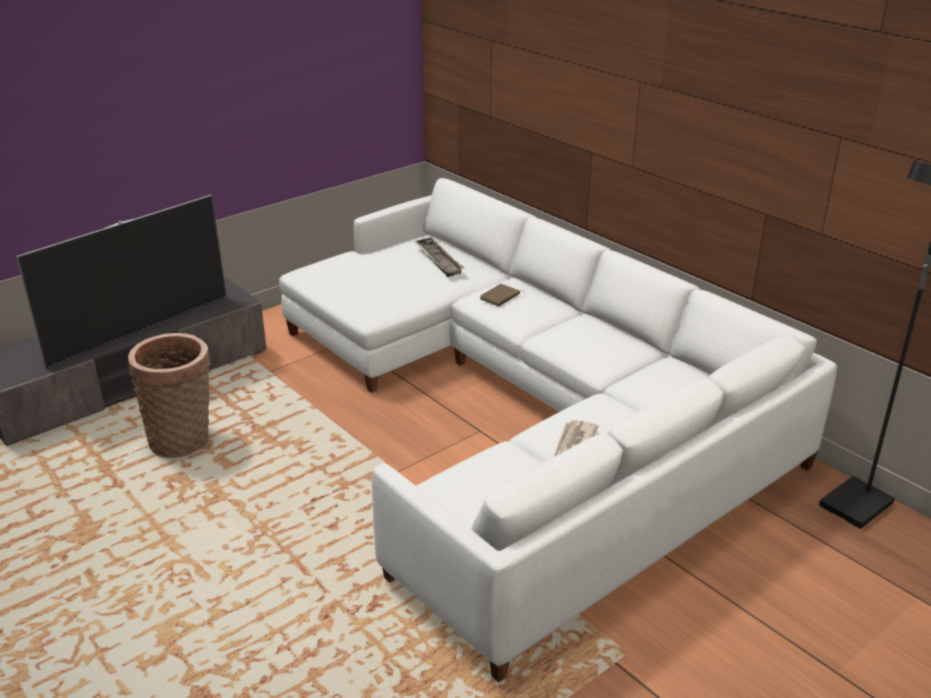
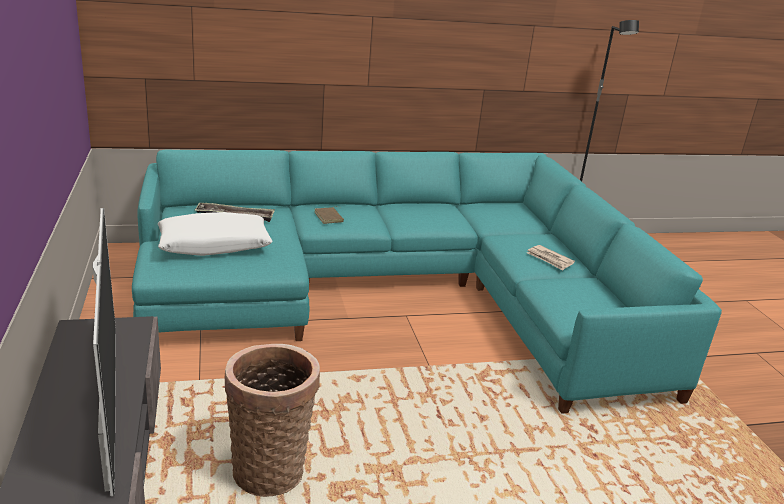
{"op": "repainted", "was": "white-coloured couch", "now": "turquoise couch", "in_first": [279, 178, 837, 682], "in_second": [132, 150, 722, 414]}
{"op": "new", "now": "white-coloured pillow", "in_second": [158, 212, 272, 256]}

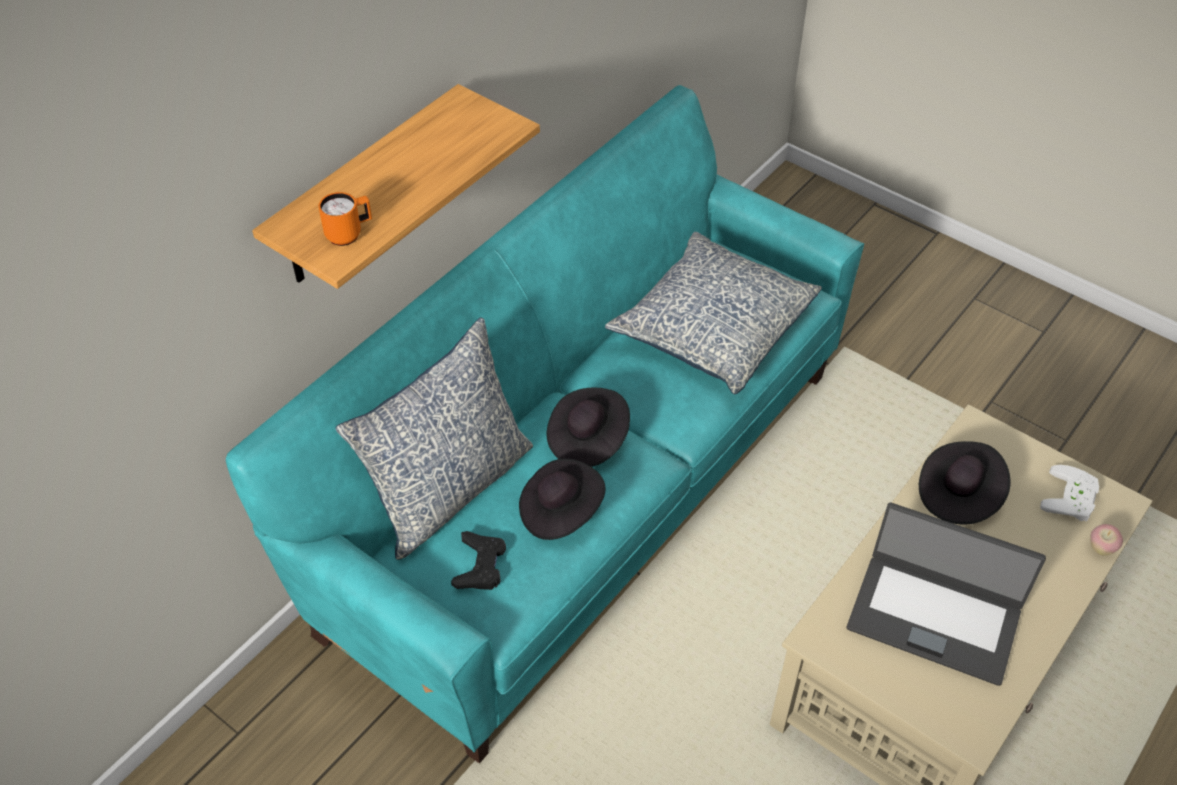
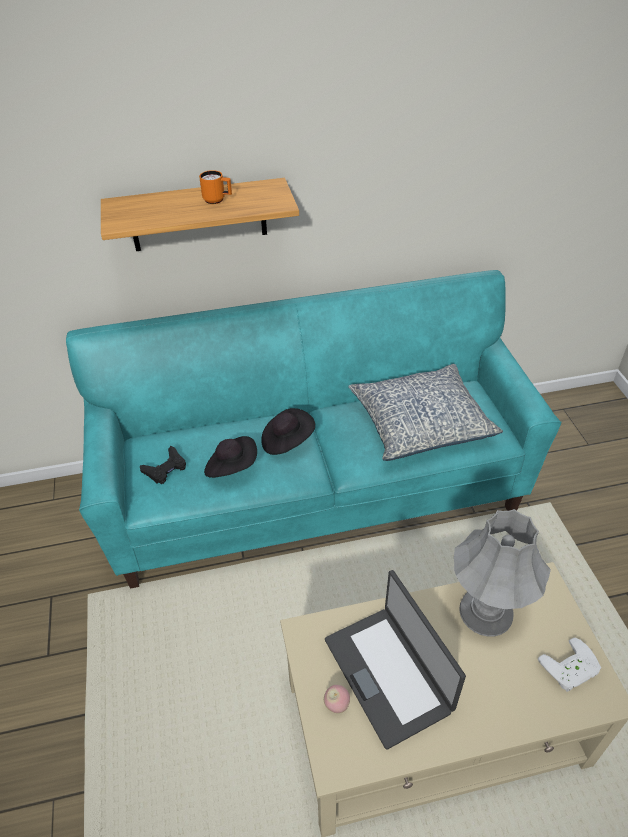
{"op": "shifted", "was": "orangey mug", "in_first": [318, 192, 372, 246], "in_second": [199, 170, 232, 204]}
{"op": "shifted", "was": "apple fruit", "in_first": [1090, 524, 1123, 556], "in_second": [324, 685, 350, 713]}
{"op": "swapped", "was": "black hat", "now": "greyish tabletop lamp", "in_first": [919, 441, 1010, 524], "in_second": [454, 509, 551, 637]}
{"op": "gone", "was": "pillow", "in_first": [335, 317, 533, 560]}

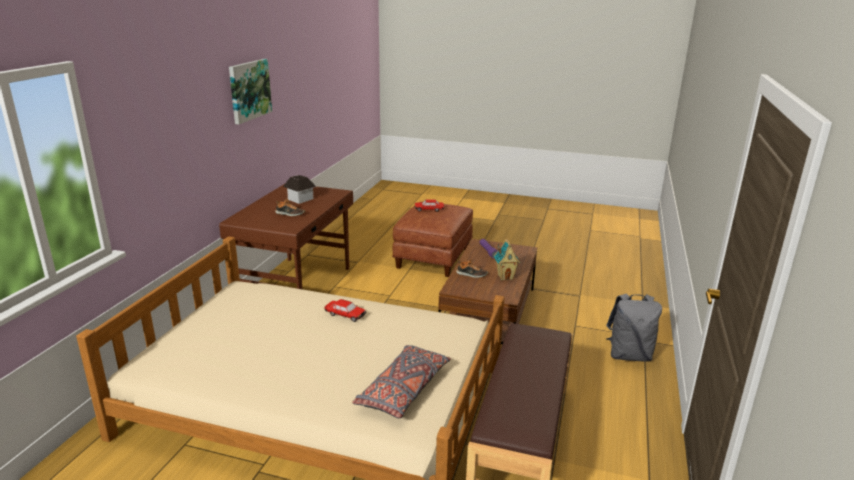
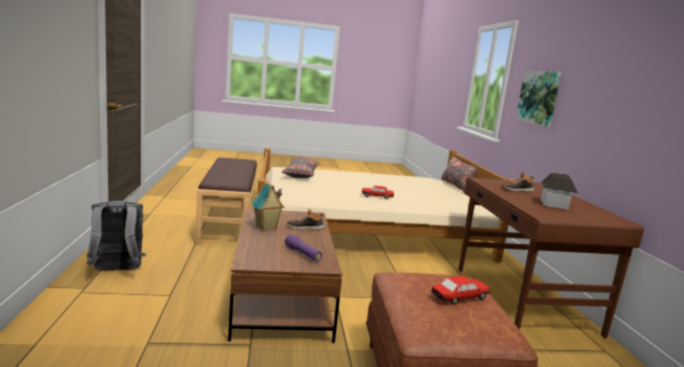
{"op": "new", "now": "greyish pillow", "in_second": [441, 156, 477, 192]}
{"op": "shifted", "was": "wall art", "in_first": [229, 59, 272, 124], "in_second": [515, 71, 561, 127]}

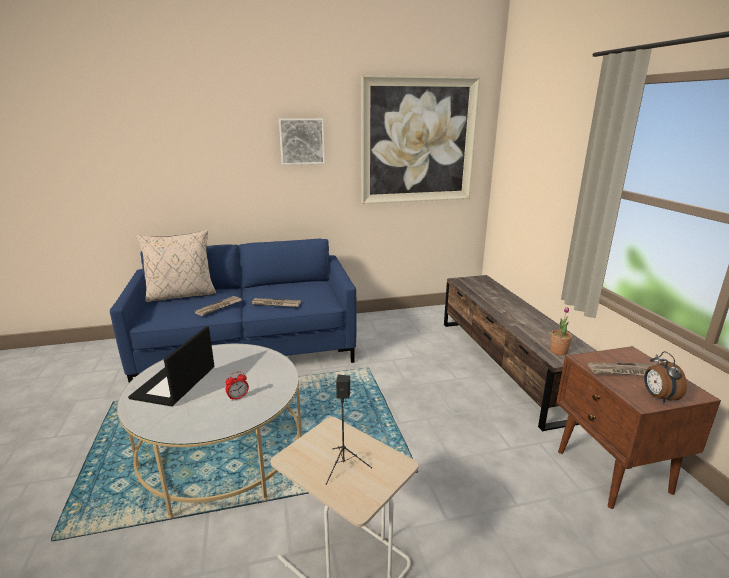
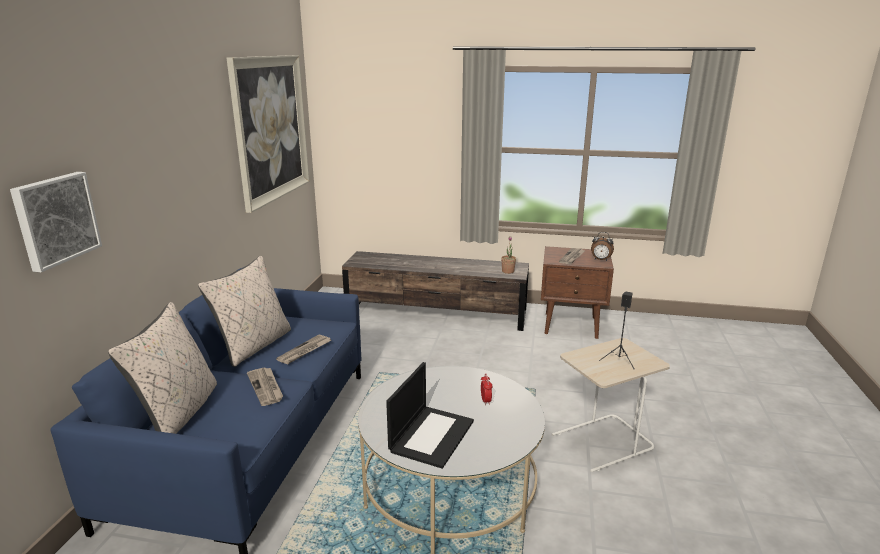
{"op": "shifted", "was": "wall art", "in_first": [279, 119, 325, 165], "in_second": [10, 172, 102, 272]}
{"op": "new", "now": "sand-coloured pillow", "in_second": [198, 256, 291, 367]}
{"op": "rotated", "was": "notebook computer", "in_first": [128, 326, 214, 406], "in_second": [386, 362, 474, 469], "clockwise": -105}

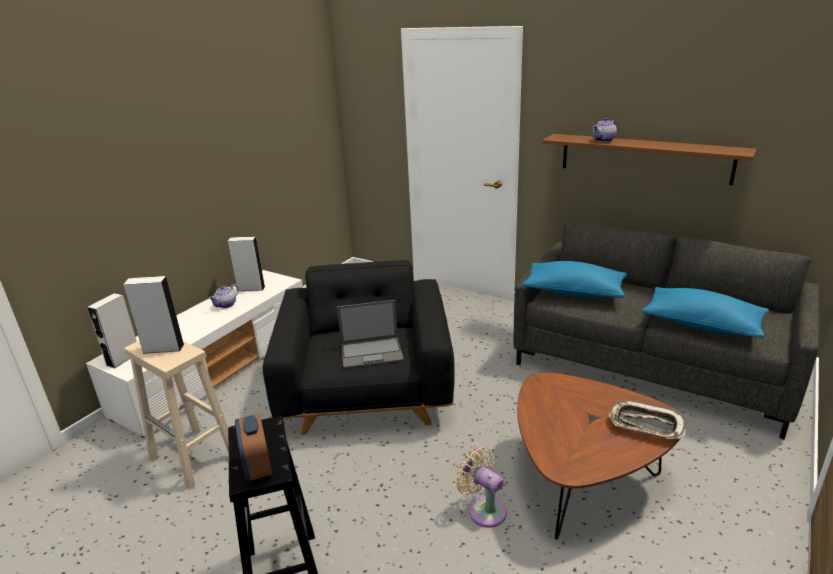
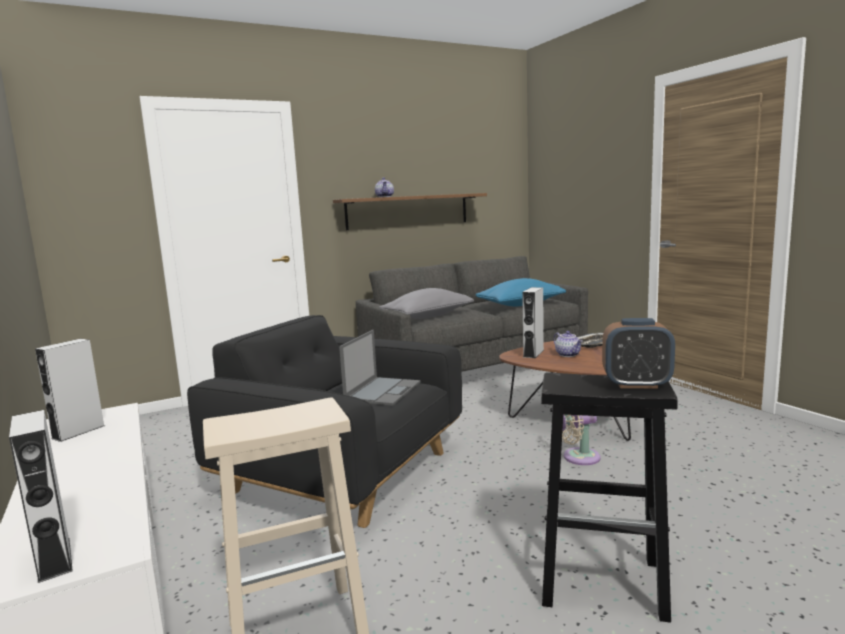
{"op": "repainted", "was": "blue pillow", "now": "greyish pillow", "in_first": [522, 261, 627, 298], "in_second": [379, 288, 474, 319]}
{"op": "shifted", "was": "greyish loudspeaker", "in_first": [123, 276, 184, 354], "in_second": [522, 287, 544, 358]}
{"op": "shifted", "was": "tea pot", "in_first": [209, 284, 239, 308], "in_second": [554, 331, 583, 357]}

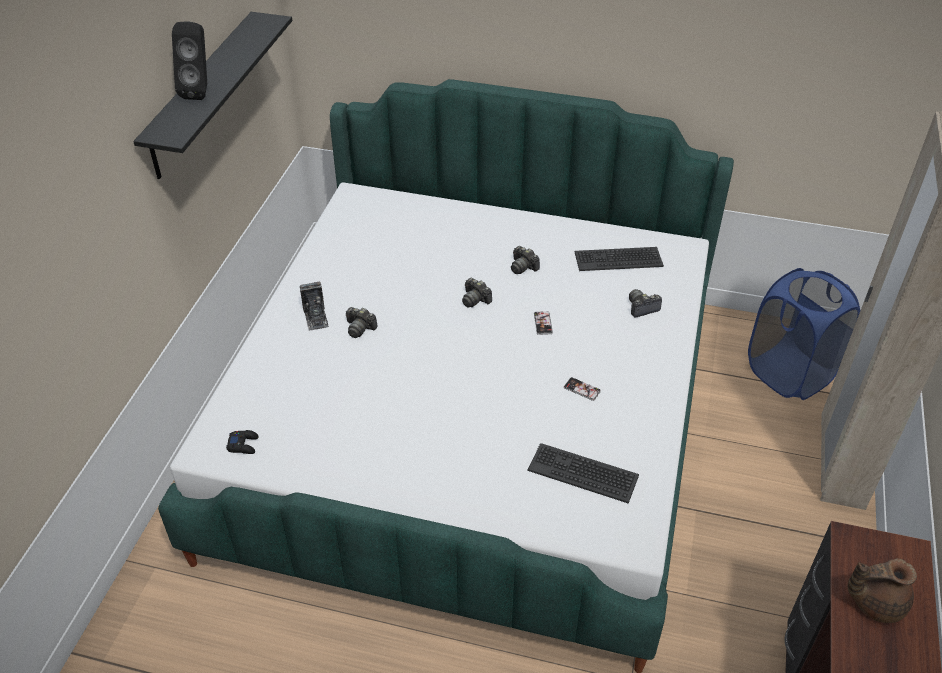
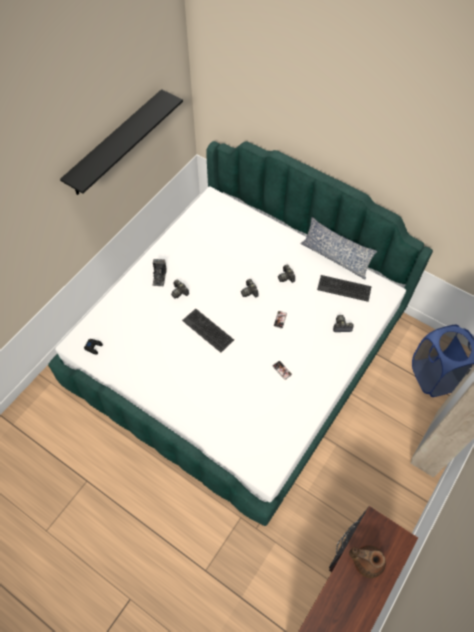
{"op": "shifted", "was": "computer keyboard", "in_first": [527, 443, 639, 503], "in_second": [182, 309, 234, 353]}
{"op": "new", "now": "pillow", "in_second": [301, 217, 377, 280]}
{"op": "gone", "was": "black loudspeaker", "in_first": [172, 21, 207, 100]}

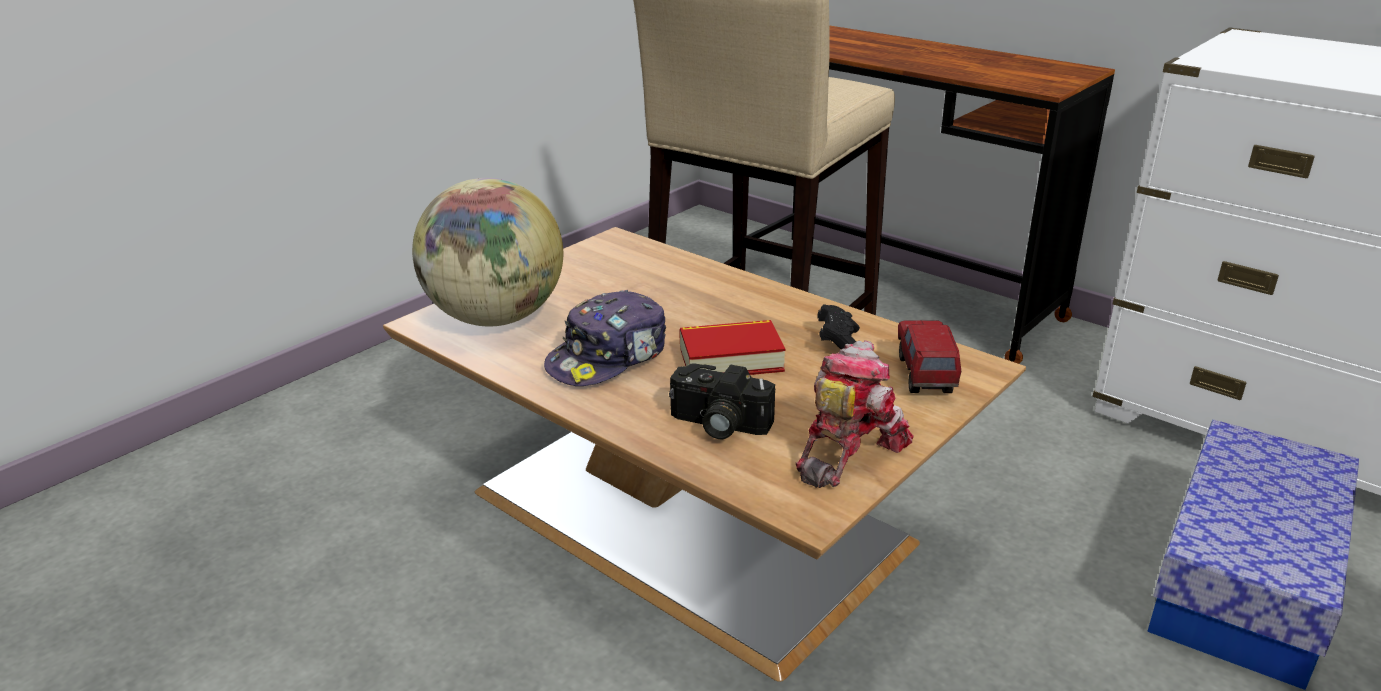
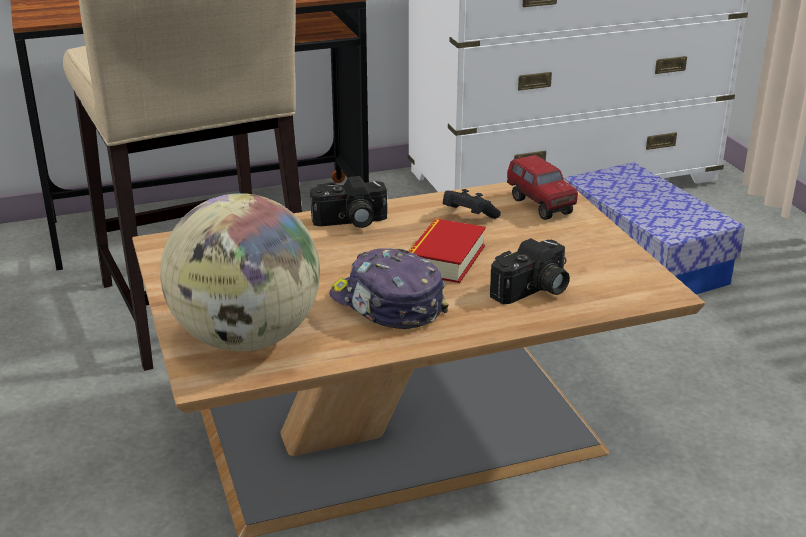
{"op": "new", "now": "photo camera", "in_second": [310, 176, 387, 228]}
{"op": "rotated", "was": "cap", "in_first": [544, 290, 666, 386], "in_second": [330, 248, 448, 329], "clockwise": 150}
{"op": "rotated", "was": "toy lorry", "in_first": [898, 320, 961, 393], "in_second": [507, 155, 578, 220], "clockwise": -150}
{"op": "gone", "was": "robot figure", "in_first": [796, 340, 914, 488]}

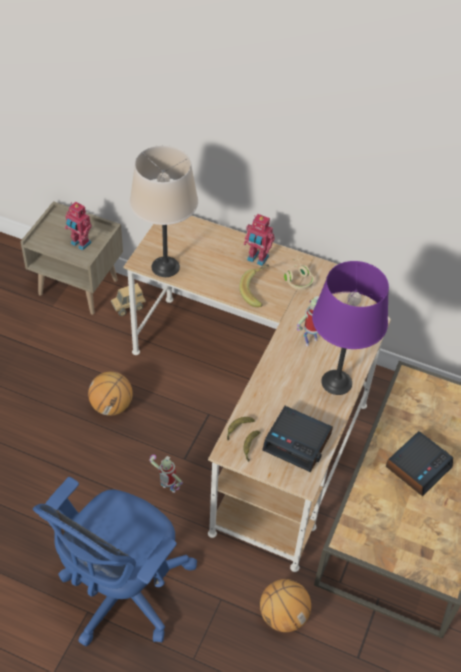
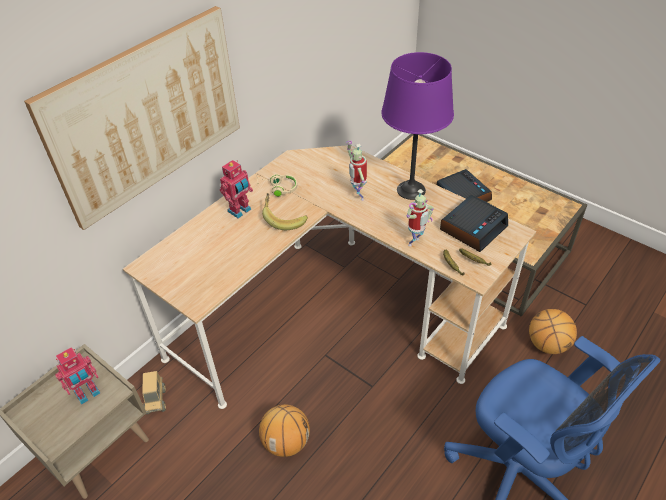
{"op": "new", "now": "wall art", "in_second": [24, 6, 240, 230]}
{"op": "shifted", "was": "robot figure", "in_first": [149, 455, 183, 493], "in_second": [406, 189, 434, 247]}
{"op": "gone", "was": "sand-coloured tabletop lamp", "in_first": [130, 145, 198, 277]}

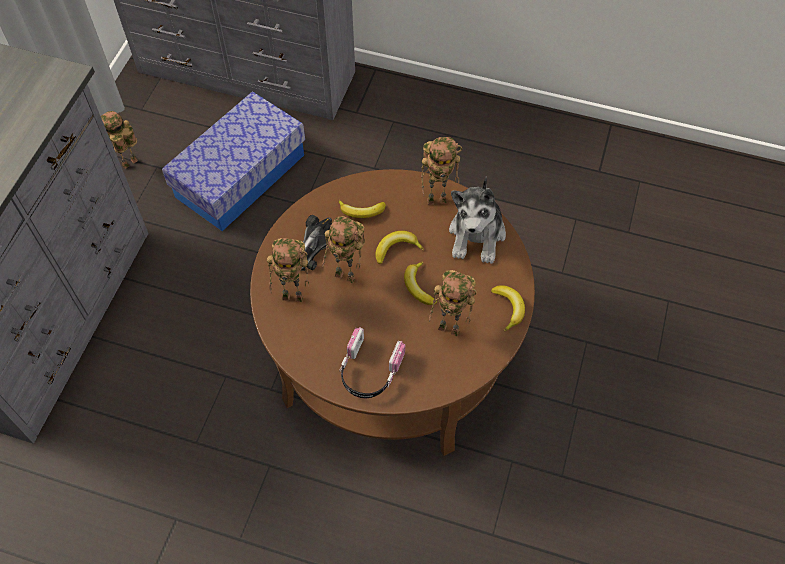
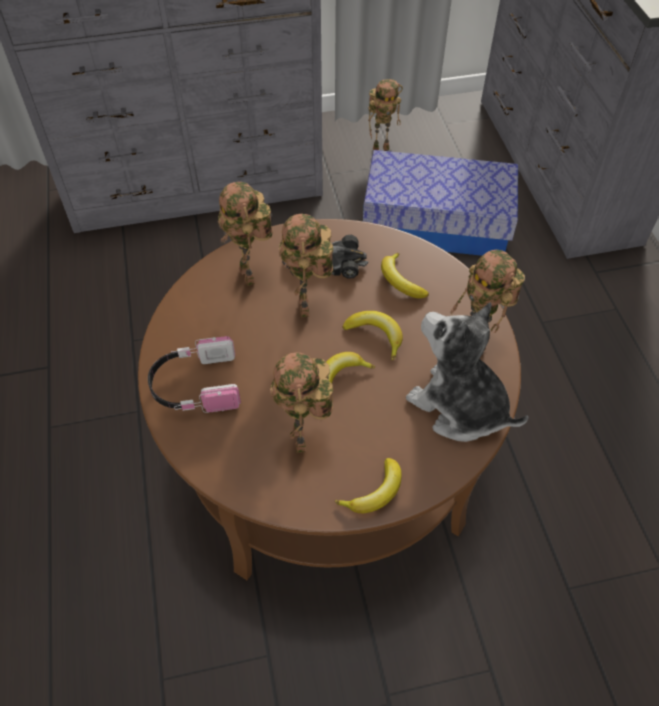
{"op": "rotated", "was": "robot figure", "in_first": [101, 111, 138, 169], "in_second": [368, 79, 403, 151], "clockwise": 150}
{"op": "rotated", "was": "soft toy", "in_first": [449, 177, 506, 264], "in_second": [406, 302, 529, 442], "clockwise": 60}

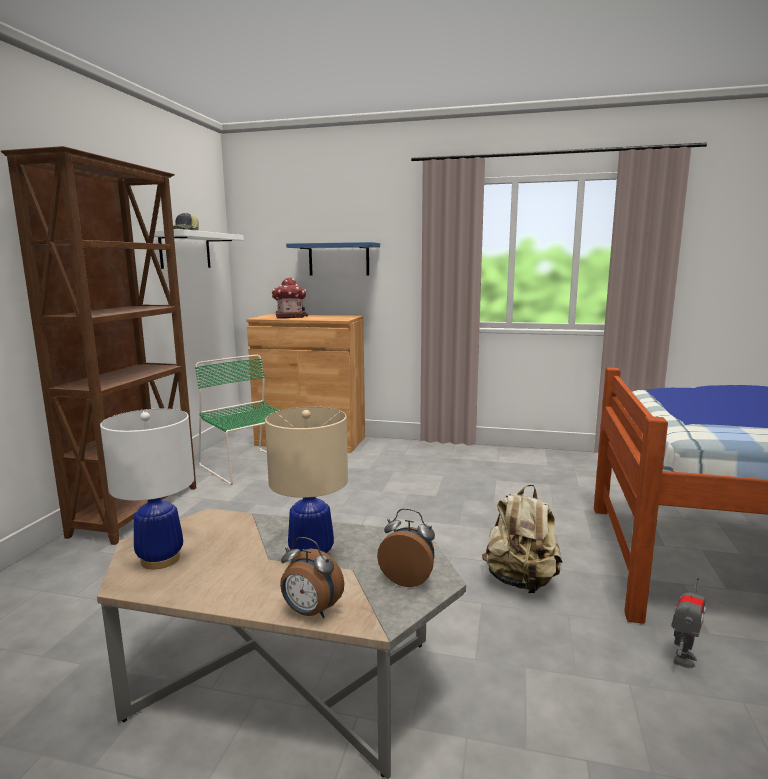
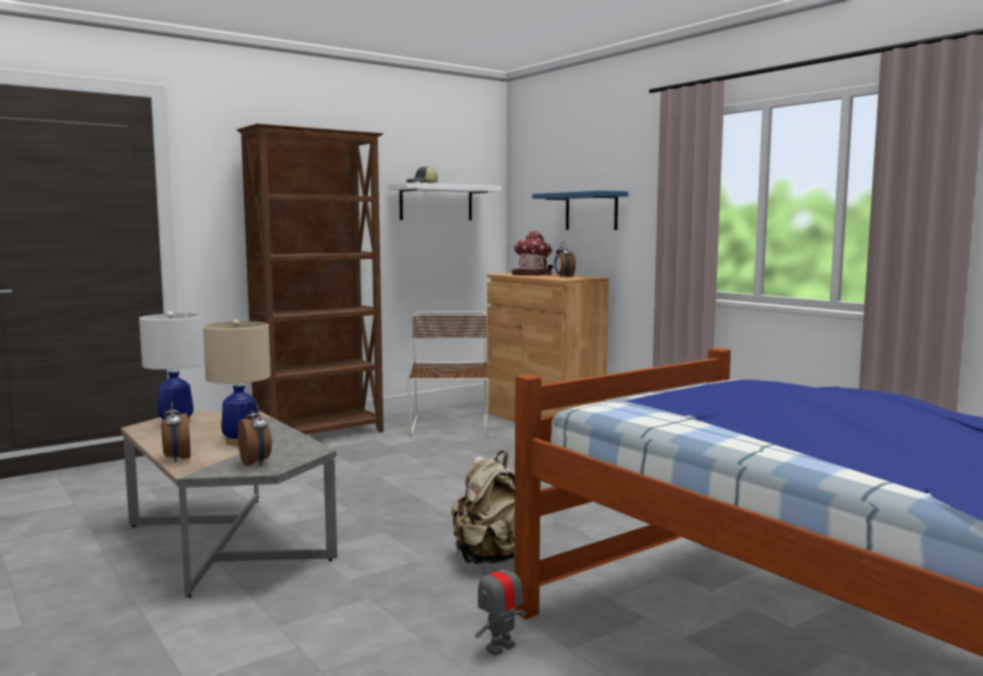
{"op": "repainted", "was": "greenish upright chair", "now": "brown-coloured upright chair", "in_first": [195, 355, 279, 485], "in_second": [407, 311, 489, 436]}
{"op": "rotated", "was": "robot figure", "in_first": [671, 578, 706, 668], "in_second": [475, 552, 527, 656], "clockwise": 150}
{"op": "new", "now": "table clock", "in_second": [554, 242, 576, 277]}

